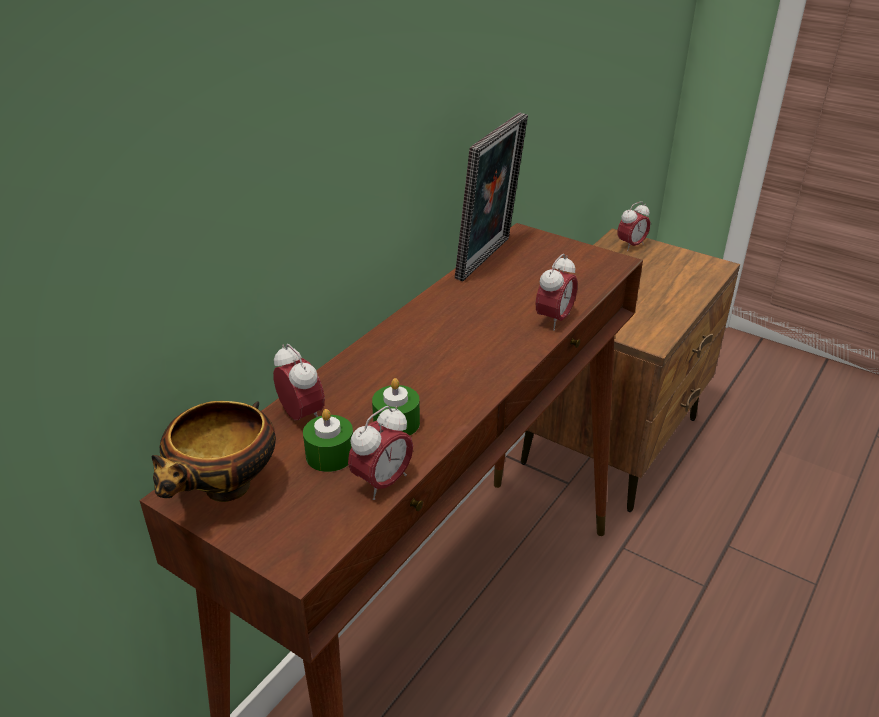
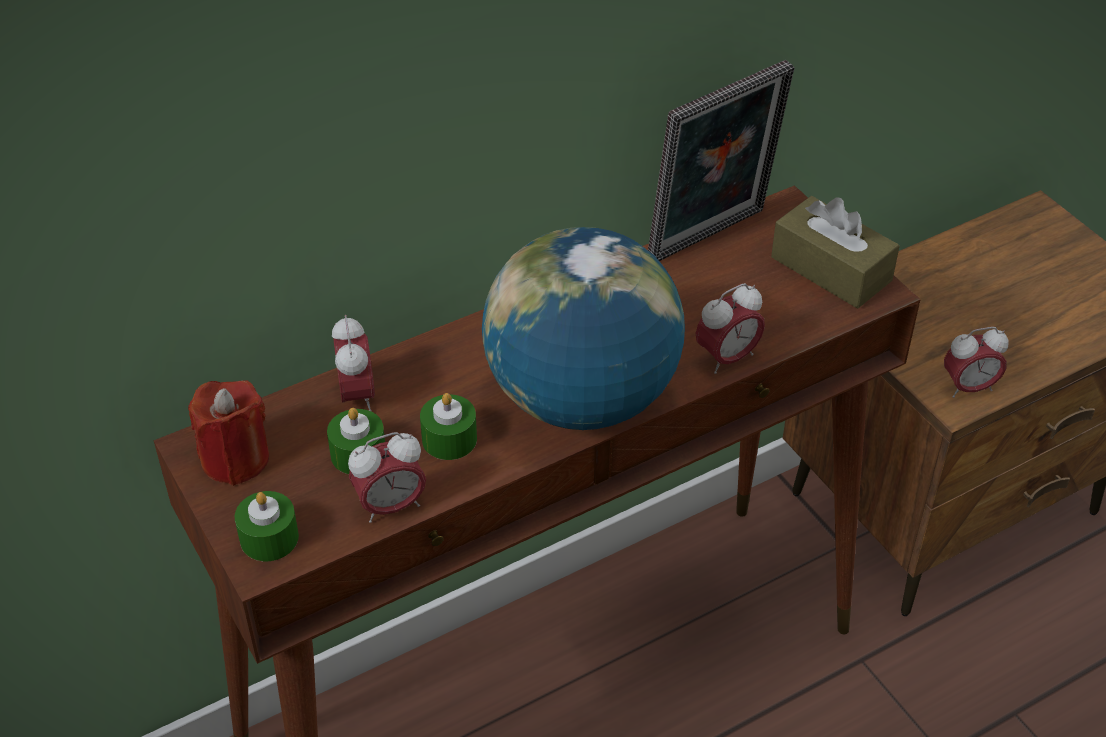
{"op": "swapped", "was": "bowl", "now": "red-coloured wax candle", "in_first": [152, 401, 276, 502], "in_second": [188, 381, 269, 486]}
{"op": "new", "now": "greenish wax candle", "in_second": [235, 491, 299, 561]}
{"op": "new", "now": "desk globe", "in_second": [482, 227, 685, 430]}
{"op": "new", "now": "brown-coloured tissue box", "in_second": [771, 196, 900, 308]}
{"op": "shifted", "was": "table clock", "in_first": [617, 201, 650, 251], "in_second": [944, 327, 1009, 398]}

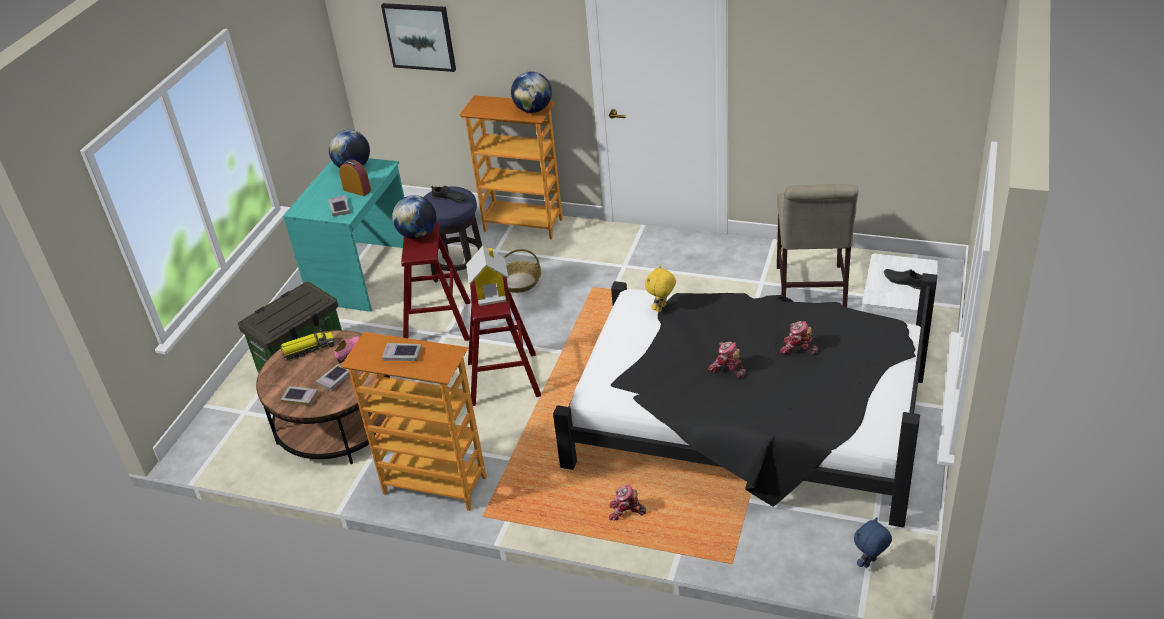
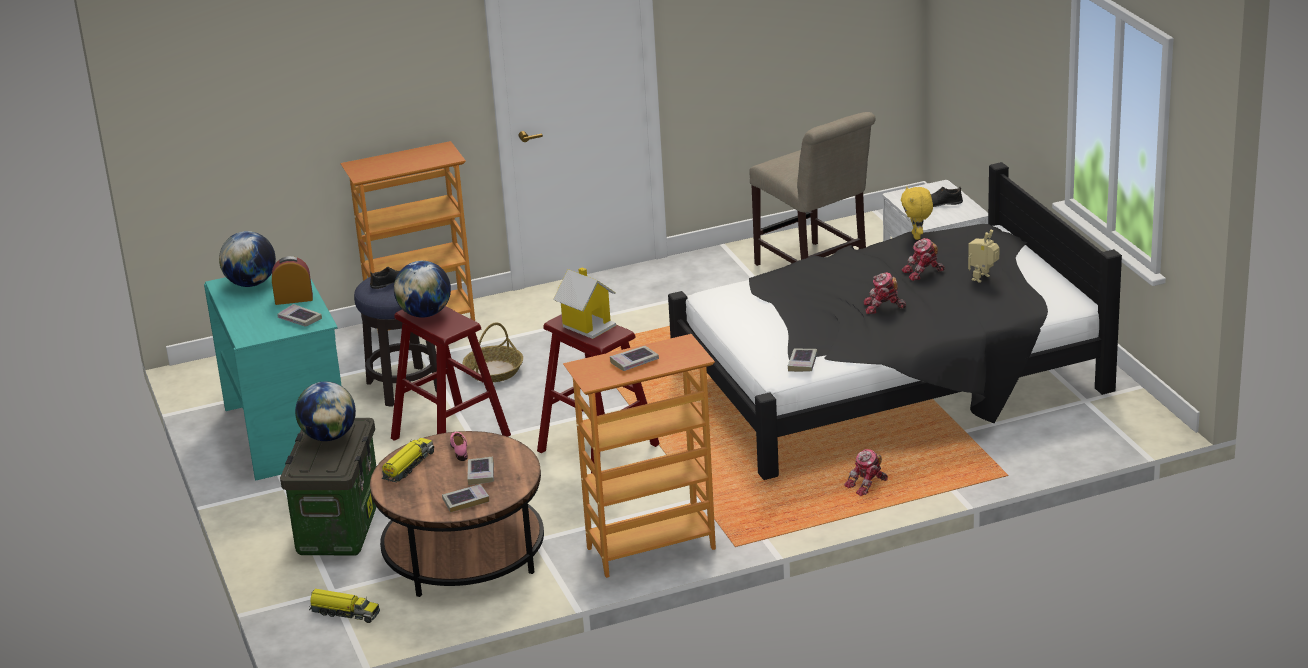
{"op": "shifted", "was": "desk globe", "in_first": [511, 71, 552, 113], "in_second": [295, 381, 356, 441]}
{"op": "new", "now": "toy lorry", "in_second": [309, 589, 380, 623]}
{"op": "new", "now": "bound book", "in_second": [788, 348, 818, 372]}
{"op": "shifted", "was": "yellow soft toy", "in_first": [645, 265, 676, 312], "in_second": [901, 186, 933, 240]}
{"op": "new", "now": "robot figure", "in_second": [968, 230, 1000, 283]}
{"op": "gone", "was": "wall art", "in_first": [381, 3, 456, 72]}
{"op": "gone", "was": "blue soft toy", "in_first": [854, 517, 892, 568]}

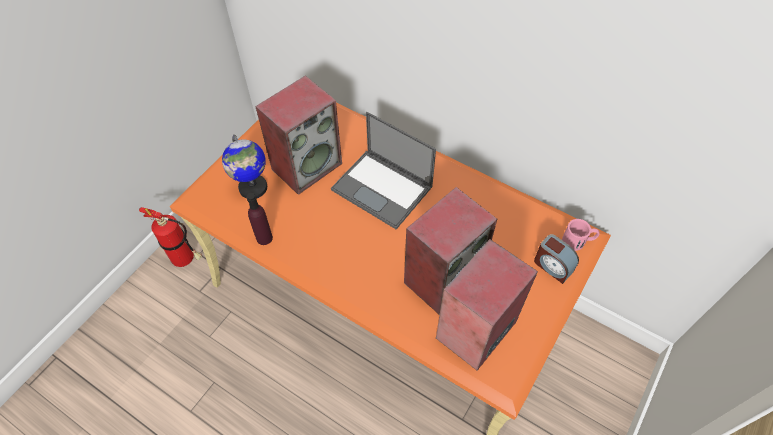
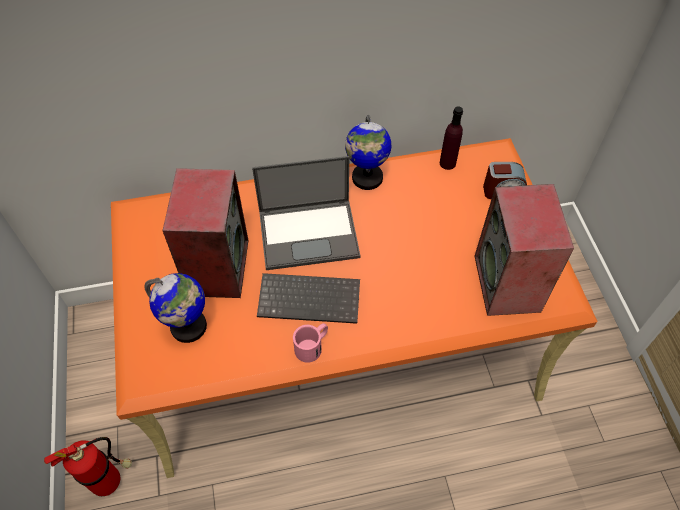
{"op": "new", "now": "computer keyboard", "in_second": [257, 273, 360, 324]}
{"op": "shifted", "was": "pink mug", "in_first": [562, 219, 599, 251], "in_second": [293, 323, 328, 363]}
{"op": "new", "now": "desk globe", "in_second": [345, 115, 391, 190]}
{"op": "shifted", "was": "purplish bottle", "in_first": [247, 193, 273, 245], "in_second": [440, 106, 463, 170]}
{"op": "gone", "was": "loudspeaker", "in_first": [404, 187, 497, 315]}

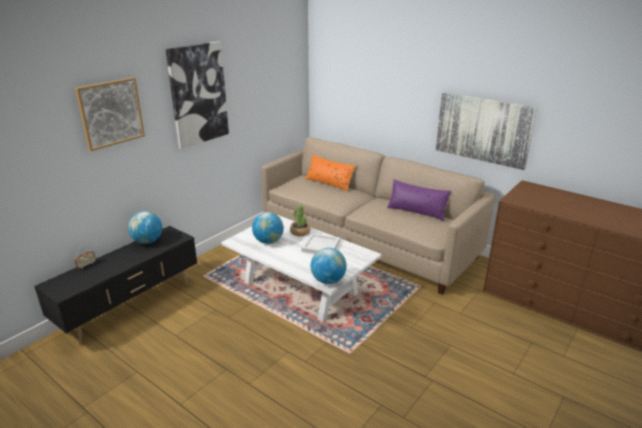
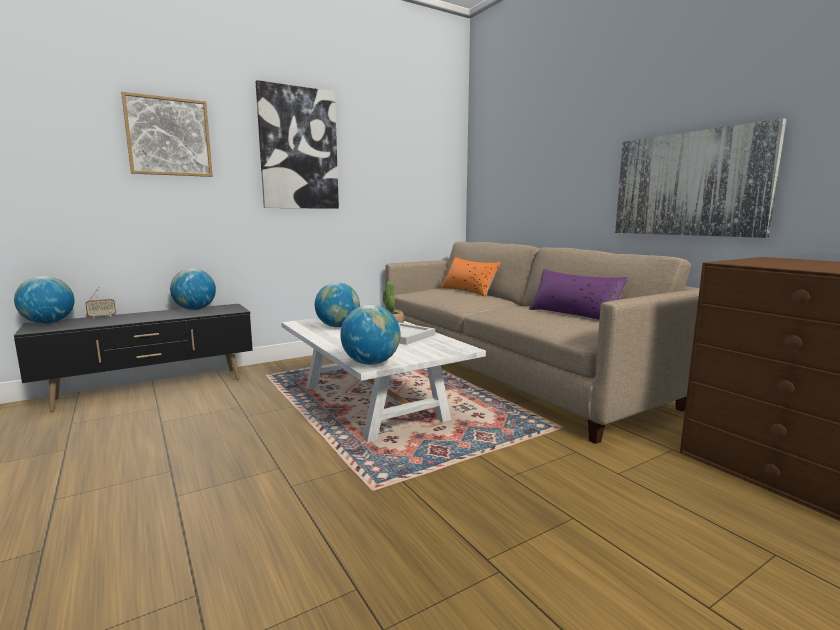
{"op": "new", "now": "desk globe", "in_second": [14, 276, 74, 324]}

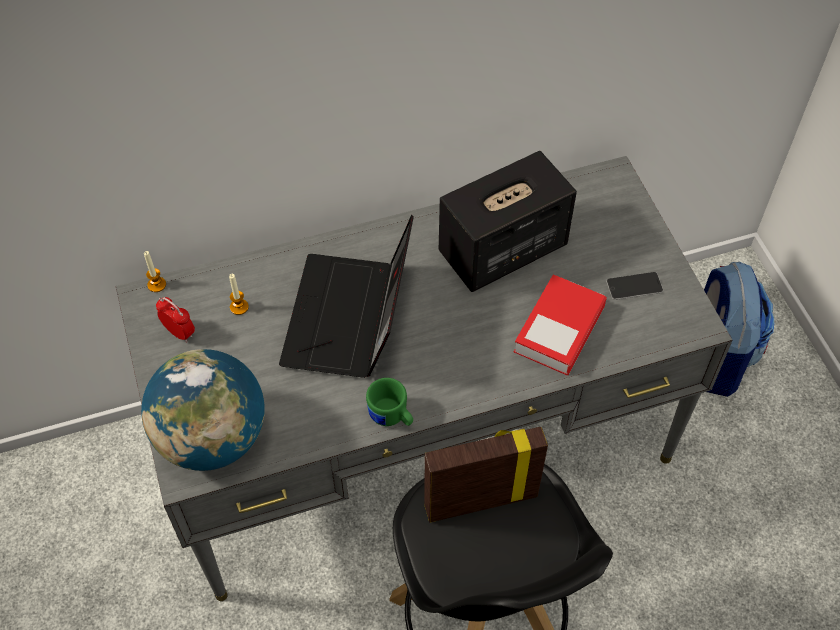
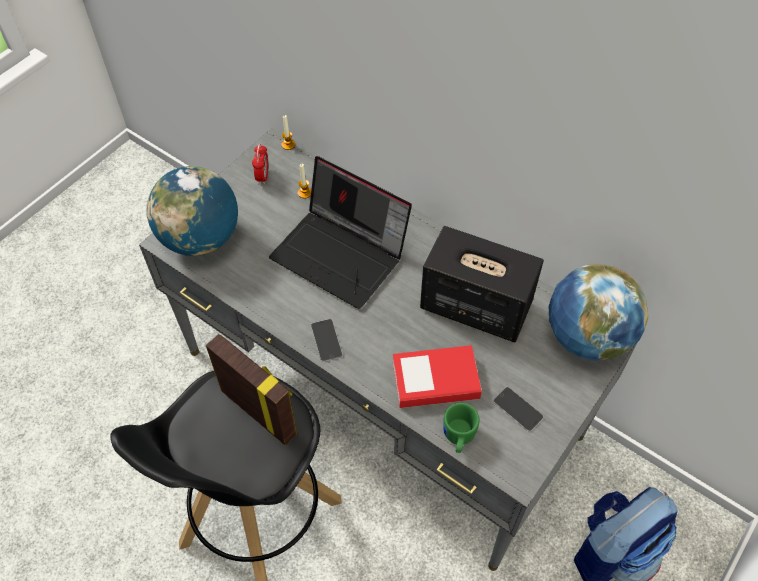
{"op": "rotated", "was": "notebook computer", "in_first": [279, 215, 414, 378], "in_second": [269, 156, 412, 309], "clockwise": -120}
{"op": "new", "now": "telephone", "in_second": [311, 319, 343, 362]}
{"op": "shifted", "was": "greenish mug", "in_first": [366, 378, 413, 426], "in_second": [443, 403, 480, 453]}
{"op": "new", "now": "desk globe", "in_second": [549, 264, 648, 361]}

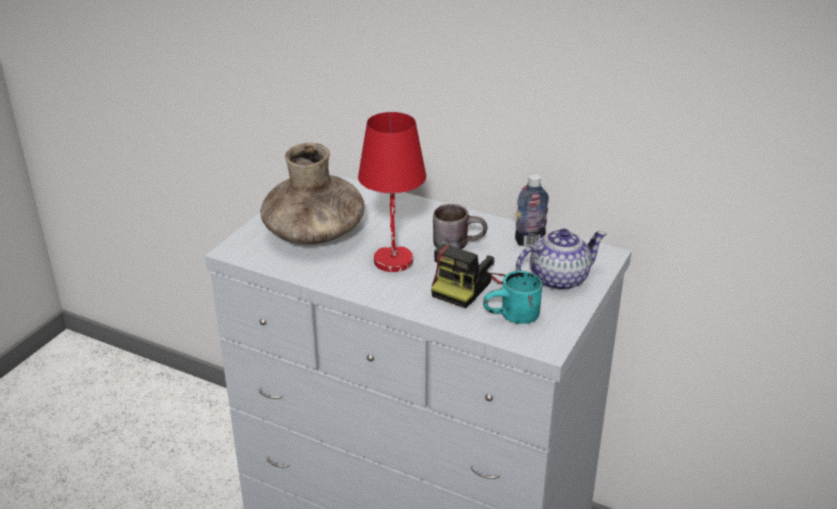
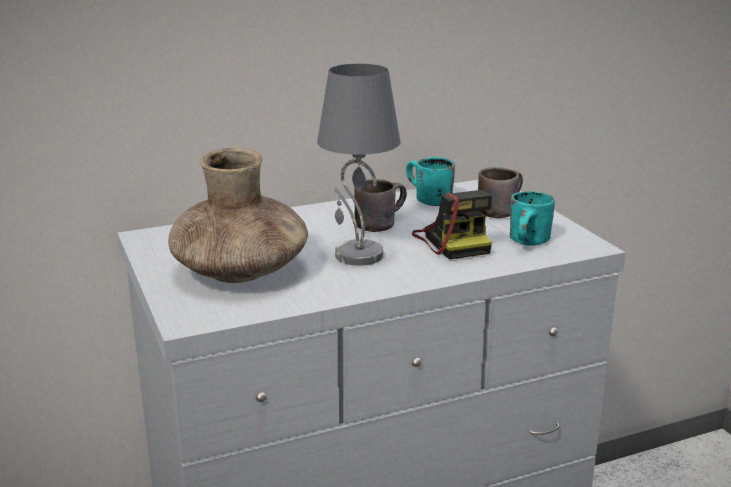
{"op": "repainted", "was": "red-coloured tabletop lamp", "now": "greyish tabletop lamp", "in_first": [358, 112, 426, 272], "in_second": [317, 63, 401, 266]}
{"op": "swapped", "was": "bottle", "now": "turquoise mug", "in_first": [515, 174, 549, 246], "in_second": [406, 157, 455, 206]}
{"op": "swapped", "was": "tea pot", "now": "brown-coloured mug", "in_first": [516, 229, 607, 291], "in_second": [478, 167, 523, 218]}

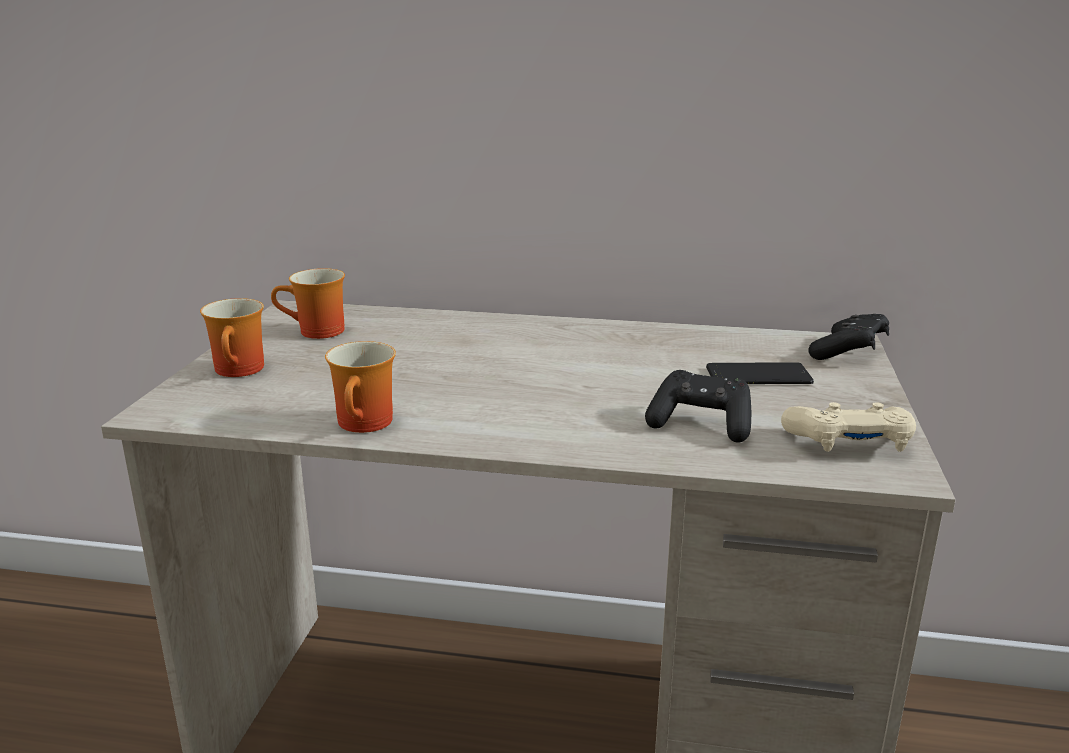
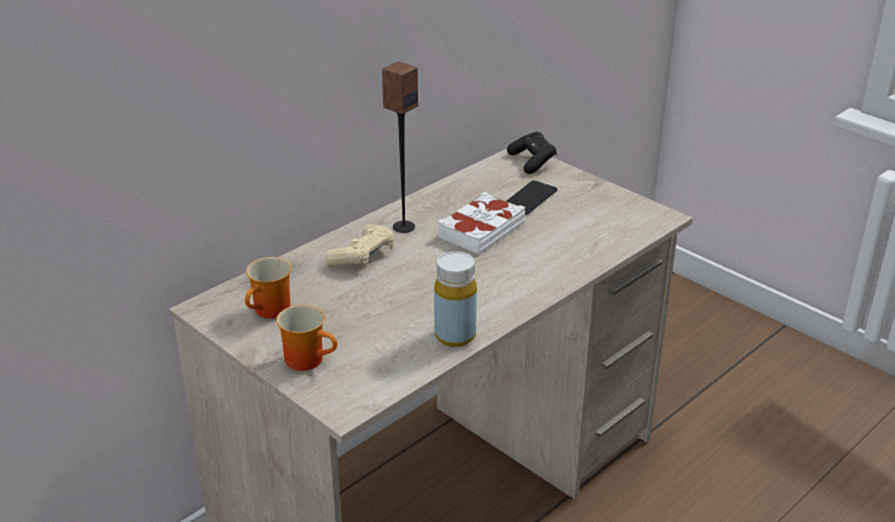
{"op": "shifted", "was": "sand-coloured joypad", "in_first": [781, 402, 916, 452], "in_second": [325, 225, 394, 267]}
{"op": "new", "now": "loudspeaker", "in_second": [382, 61, 418, 233]}
{"op": "swapped", "was": "mug", "now": "yellow bottle", "in_first": [325, 341, 396, 433], "in_second": [434, 251, 477, 347]}
{"op": "new", "now": "white-coloured bound book", "in_second": [438, 192, 525, 254]}
{"op": "gone", "was": "black joypad", "in_first": [645, 370, 751, 443]}

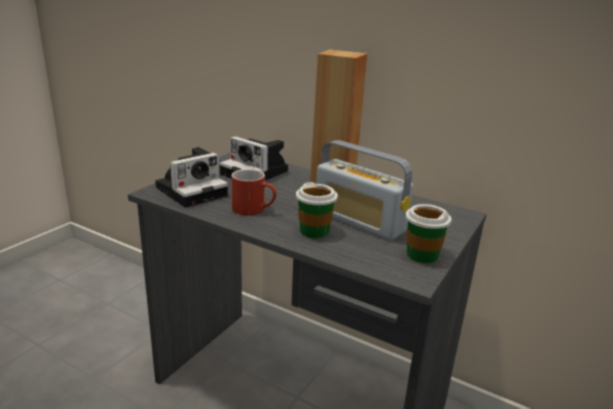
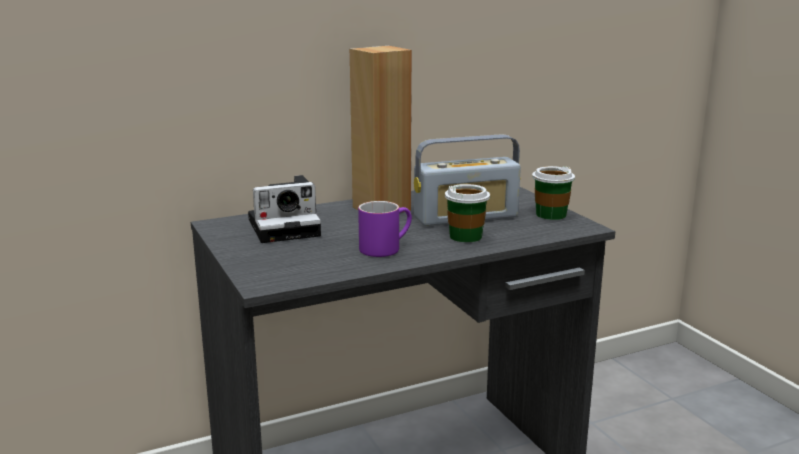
{"op": "repainted", "was": "red-coloured mug", "now": "purplish mug", "in_first": [231, 169, 277, 216], "in_second": [358, 201, 412, 257]}
{"op": "gone", "was": "photo camera", "in_first": [155, 147, 228, 208]}

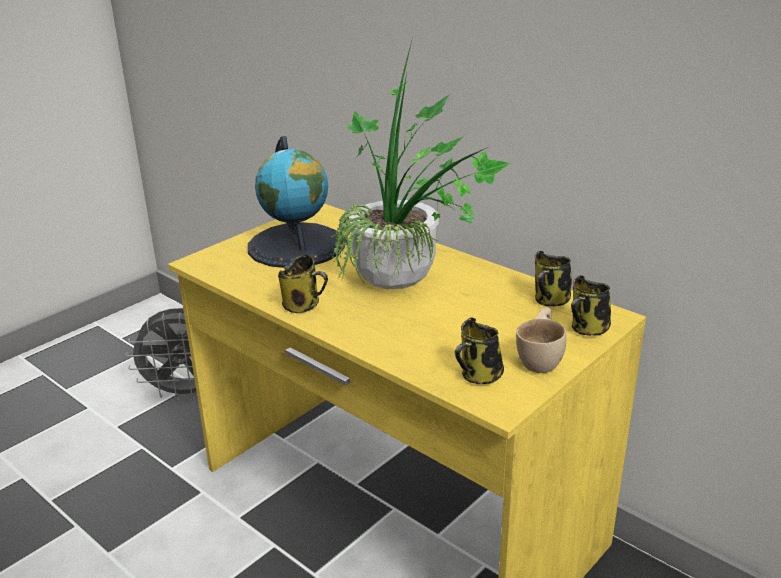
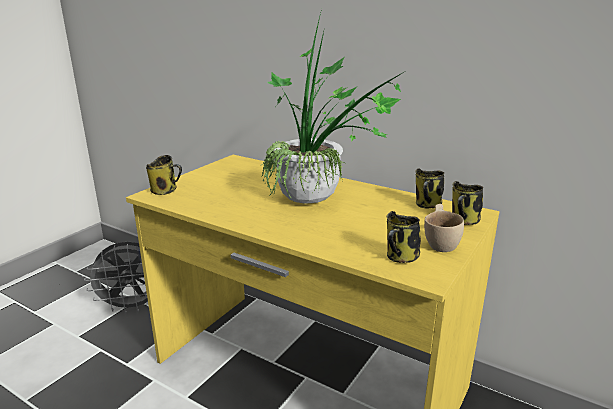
{"op": "shifted", "was": "mug", "in_first": [278, 255, 328, 313], "in_second": [146, 155, 182, 195]}
{"op": "gone", "was": "desk globe", "in_first": [248, 136, 343, 268]}

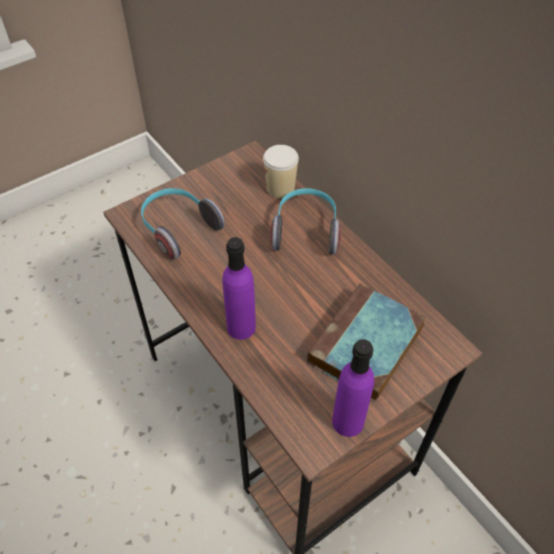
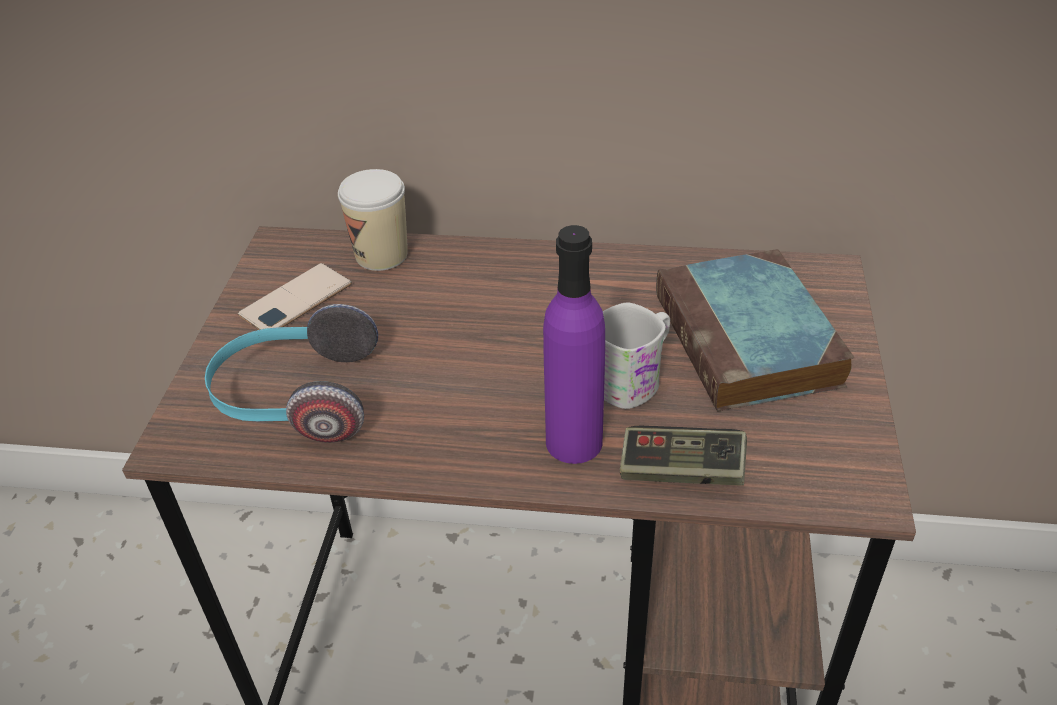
{"op": "new", "now": "telephone", "in_second": [238, 263, 352, 330]}
{"op": "new", "now": "white-coloured mug", "in_second": [603, 303, 670, 409]}
{"op": "new", "now": "joypad", "in_second": [620, 426, 747, 486]}
{"op": "gone", "was": "pair of headphones", "in_first": [270, 188, 341, 255]}
{"op": "gone", "was": "purplish bottle", "in_first": [332, 339, 374, 437]}

